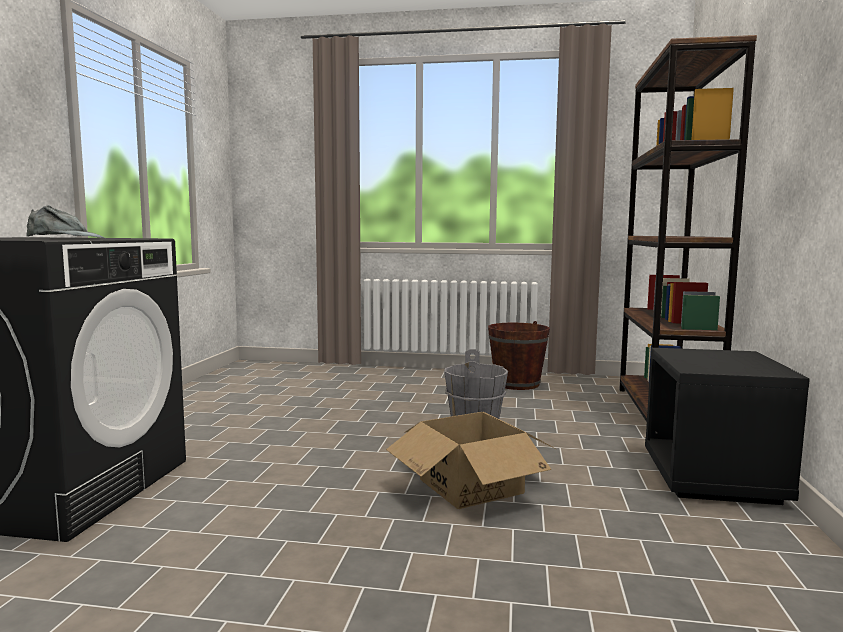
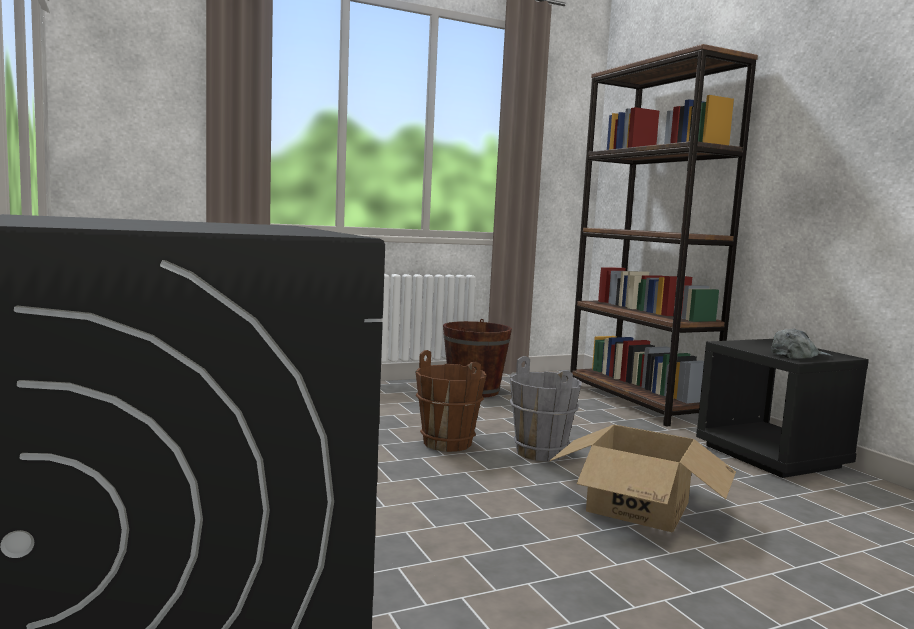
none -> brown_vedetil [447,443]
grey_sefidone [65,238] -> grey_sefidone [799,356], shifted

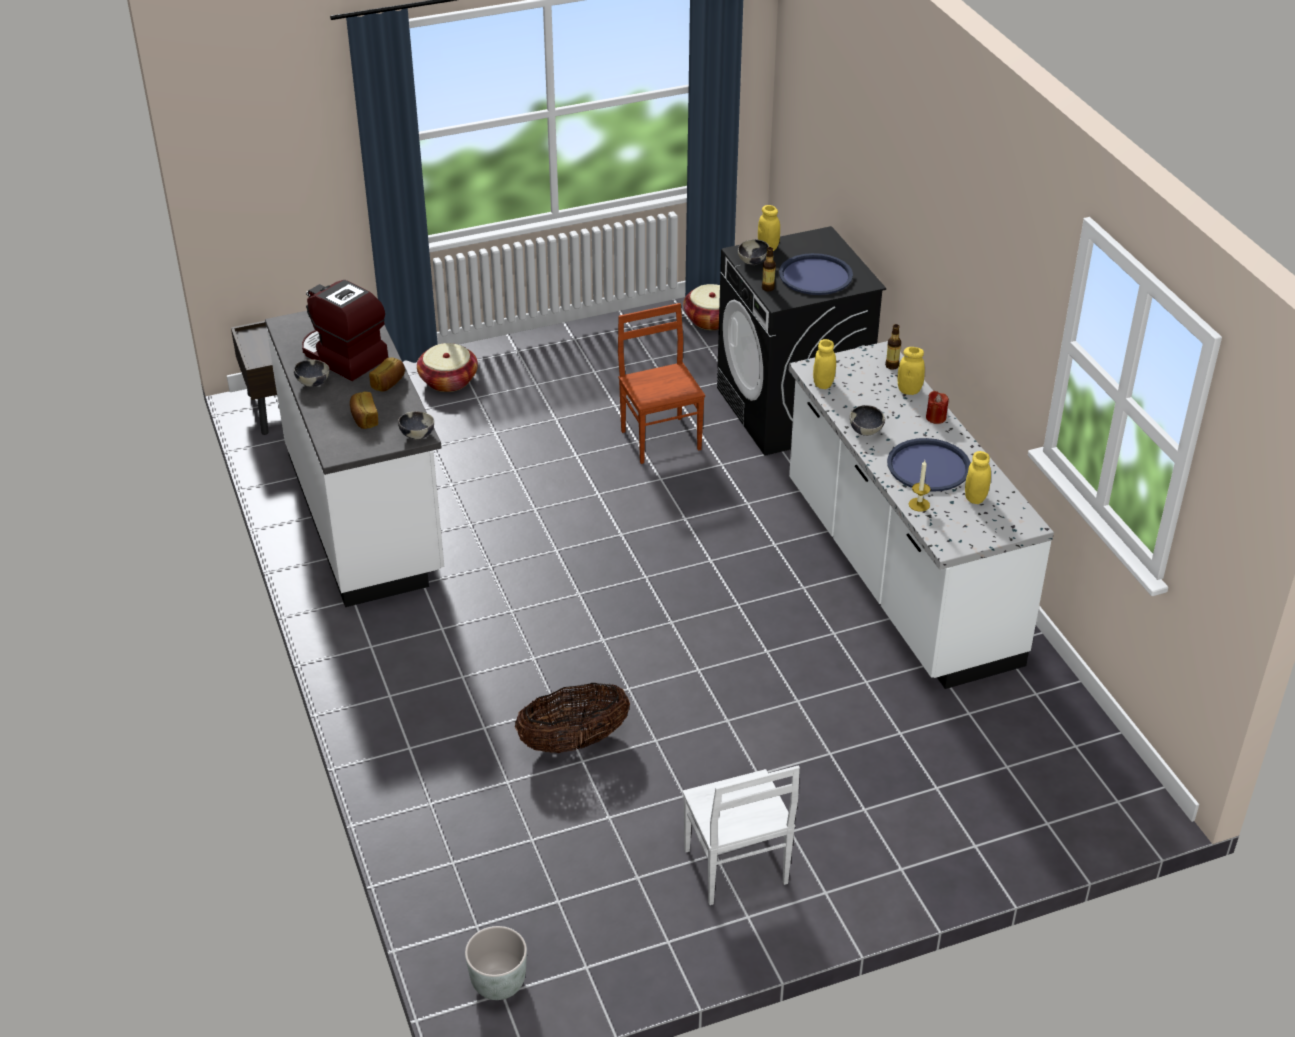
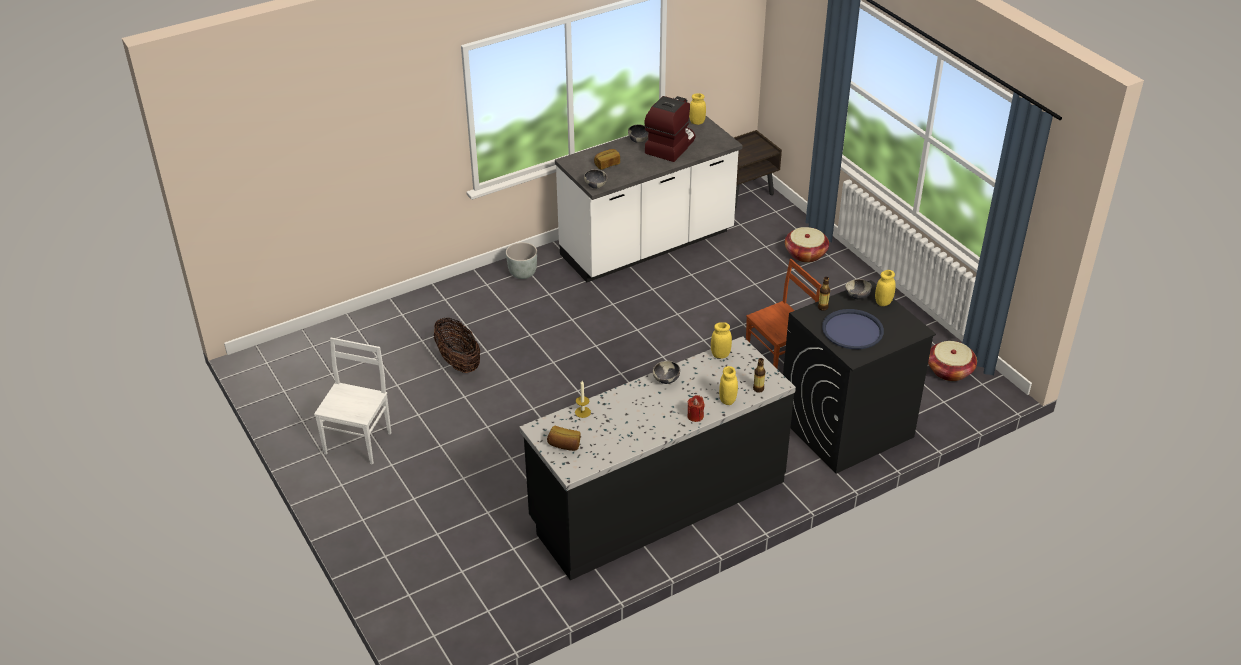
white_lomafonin [734,868] -> white_lomafonin [359,442], 135 degrees clockwise
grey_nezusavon [498,984] -> grey_nezusavon [522,273], shifted
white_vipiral [898,575] -> black_vipiral [657,501]
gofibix [389,383] -> gofibix [564,445], shifted
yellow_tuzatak [975,498] -> yellow_tuzatak [697,122], shifted
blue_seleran [928,466] -> none

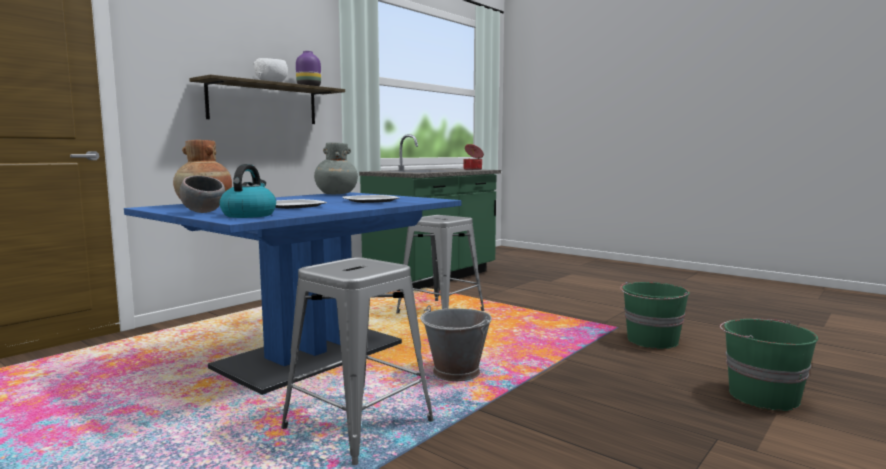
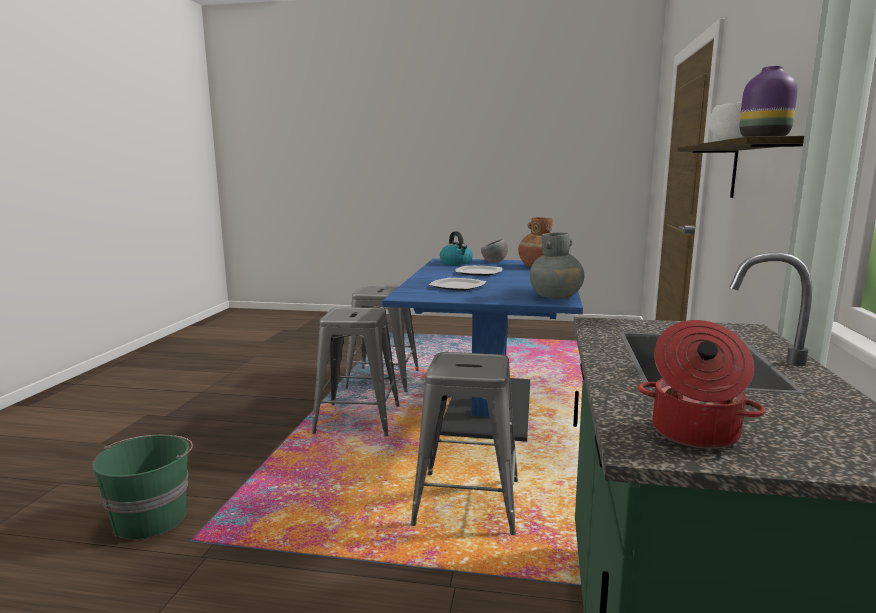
grey_vedetil [456,373] -> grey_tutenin [358,419]
green_vedetil [761,396] -> none

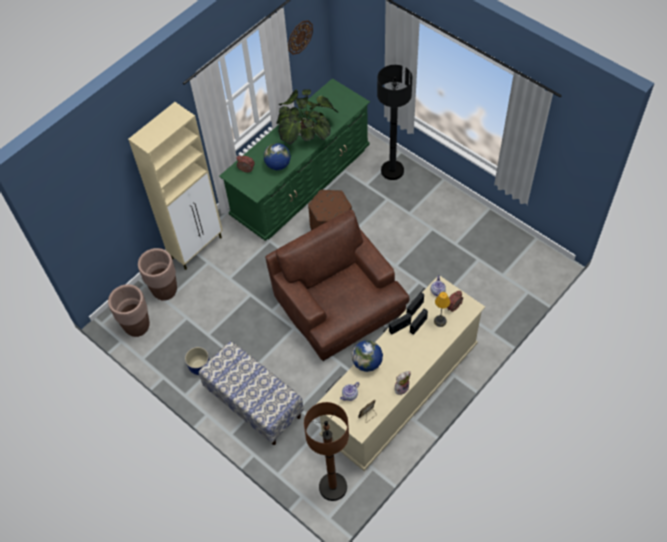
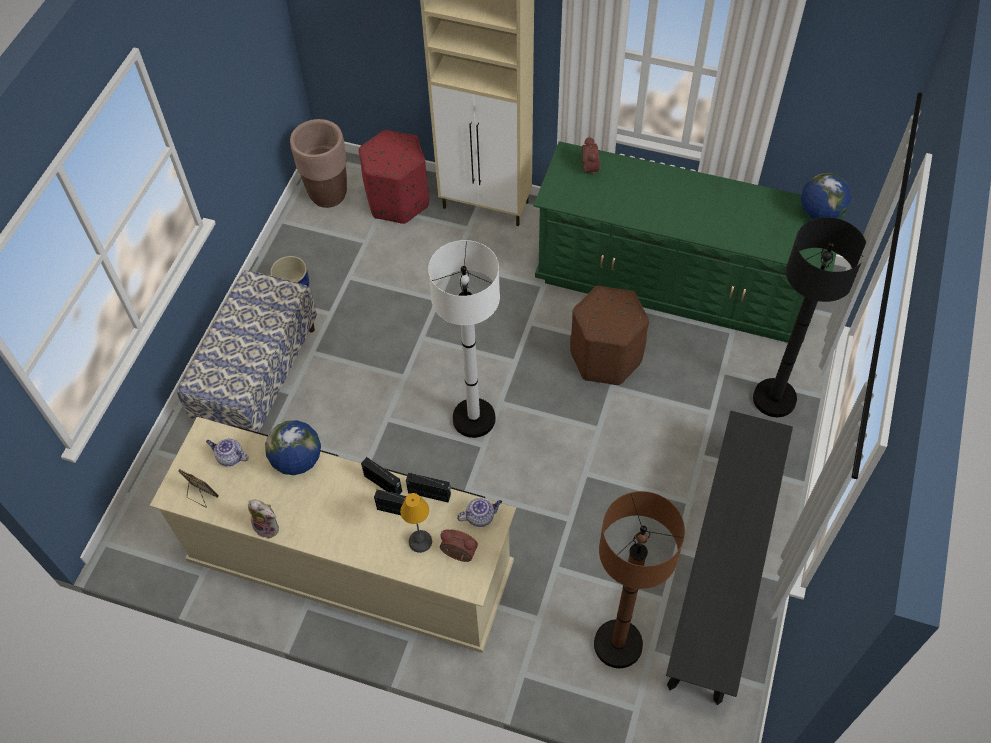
brown_nezusavon [165,291] -> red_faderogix [398,200]
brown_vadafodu [338,303] -> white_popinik [474,418]
brown_popinik [333,487] -> brown_popinik [618,644], shifted
none -> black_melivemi [722,572]
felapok [278,165] -> felapok [820,213], shifted
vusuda [306,131] -> none
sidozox [300,37] -> none

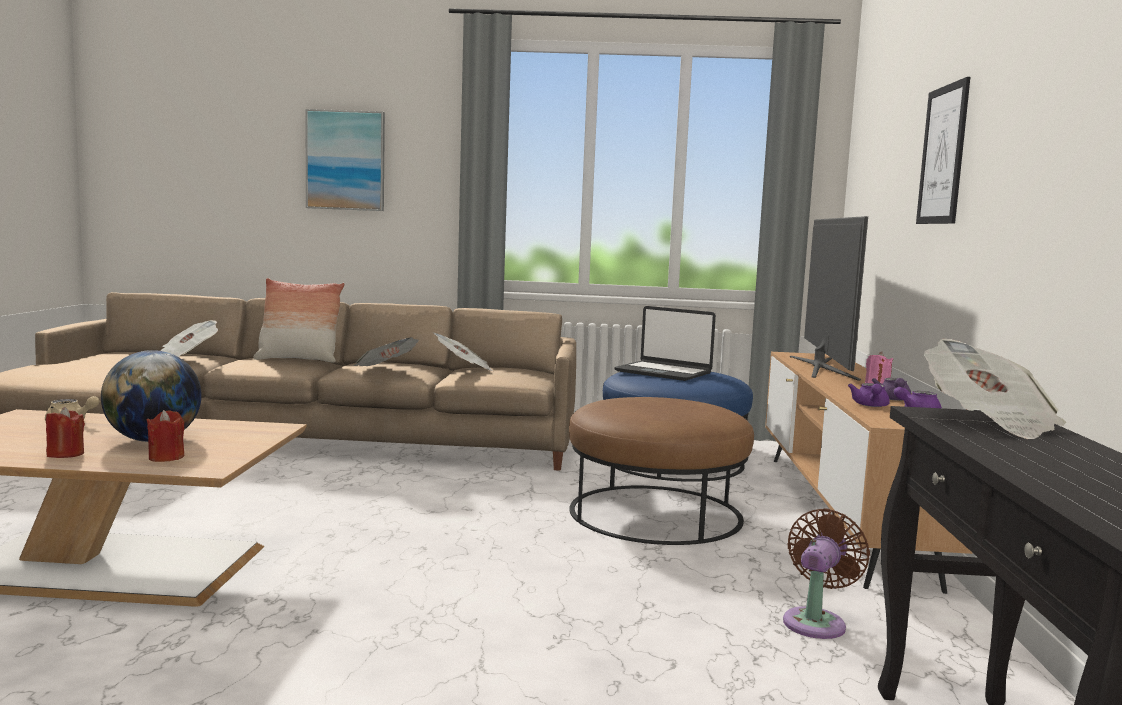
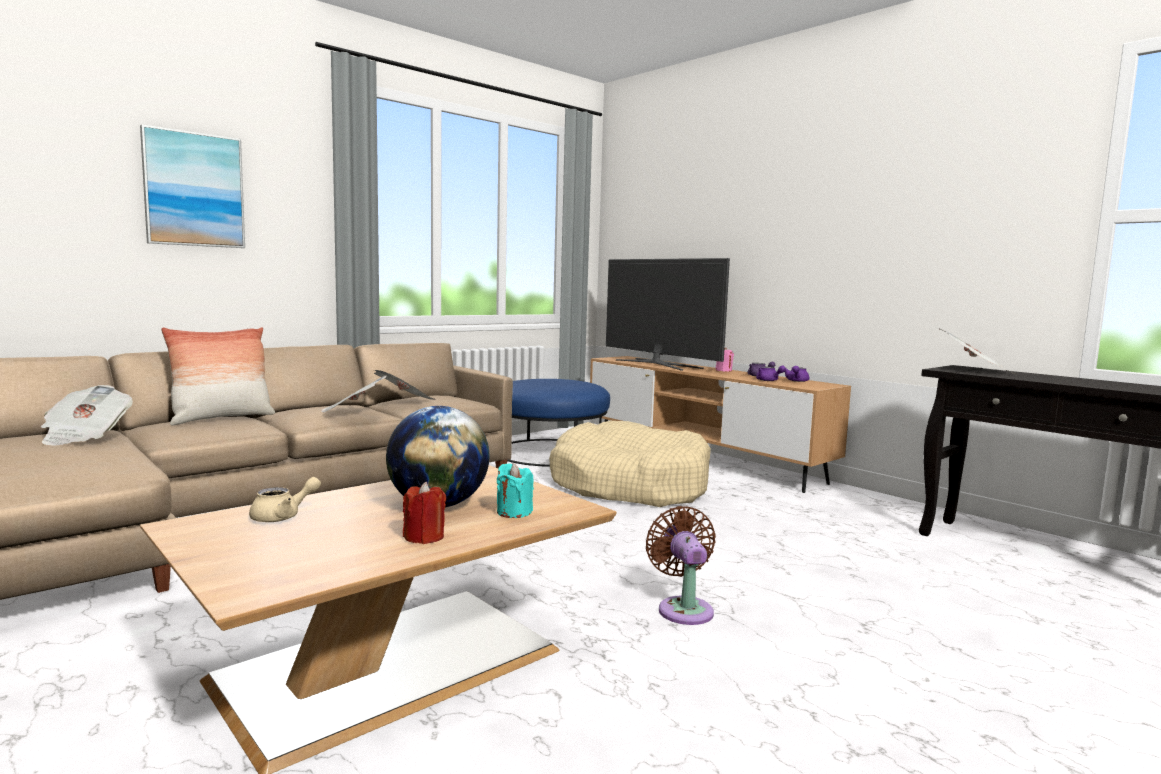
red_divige [166,457] -> turquoise_divige [514,512]
brown_faderogix [656,513] -> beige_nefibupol [629,485]
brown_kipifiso [816,621] -> brown_kipifiso [683,608], shifted
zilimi [663,372] -> none
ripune [943,155] -> none

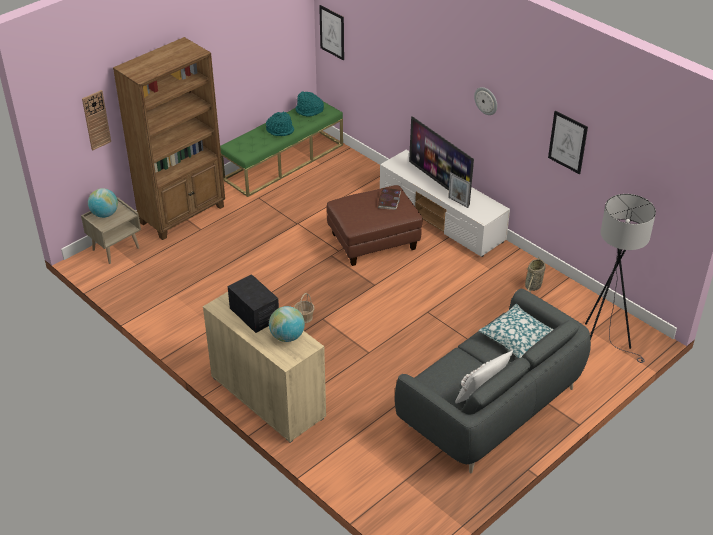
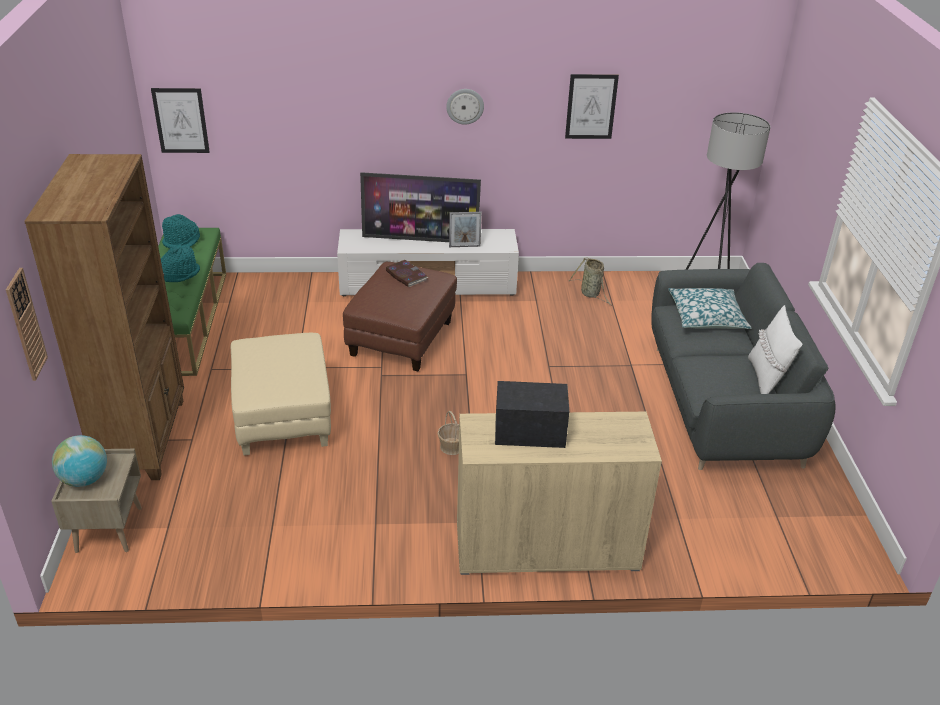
none -> beige_faderogix [283,418]
felapok [287,336] -> none

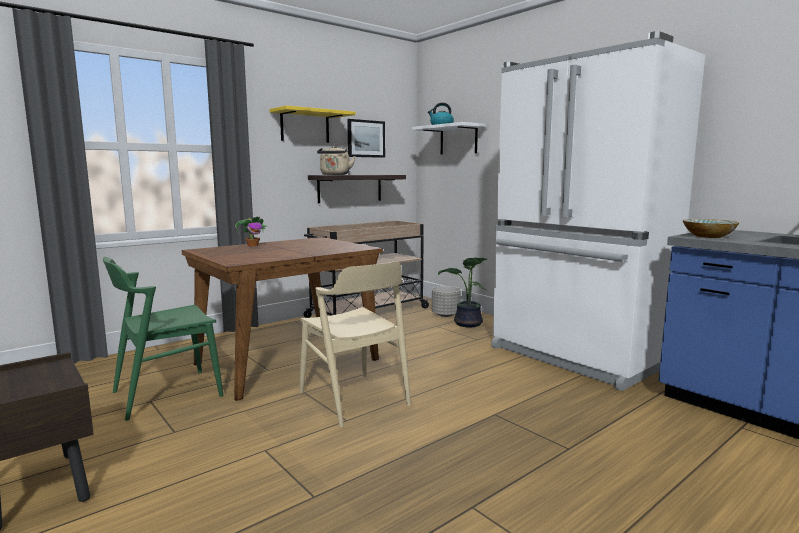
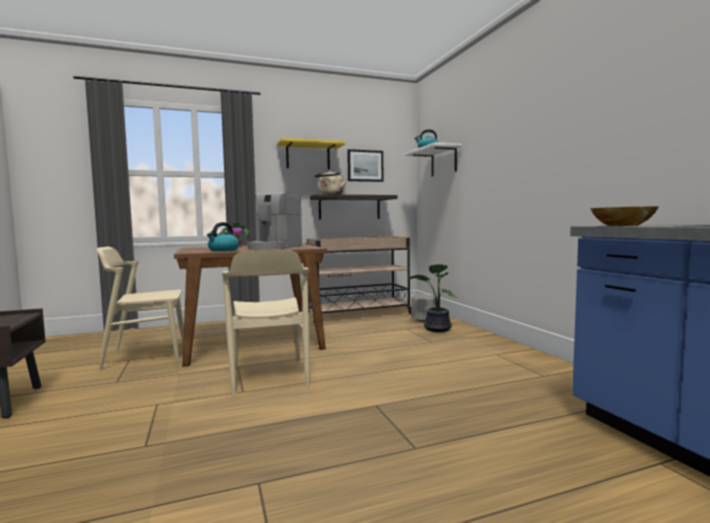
green_lomafonin [167,394] -> beige_lomafonin [145,356]
none -> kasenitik [223,250]
none -> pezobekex [274,247]
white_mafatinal [575,357] -> none

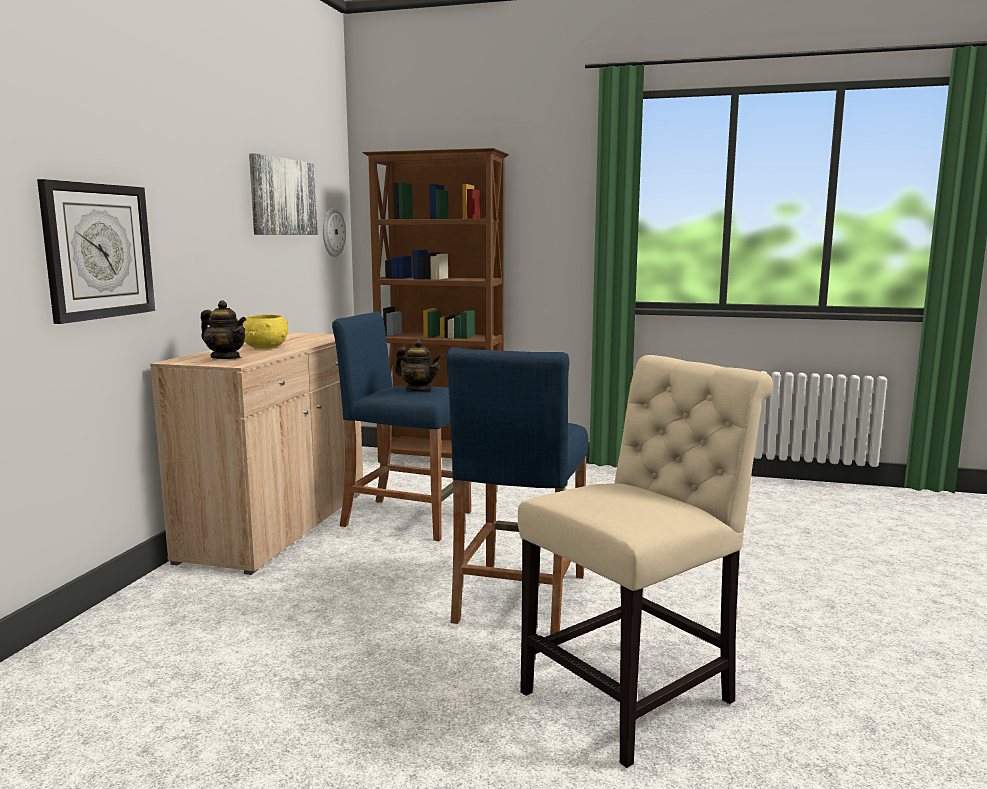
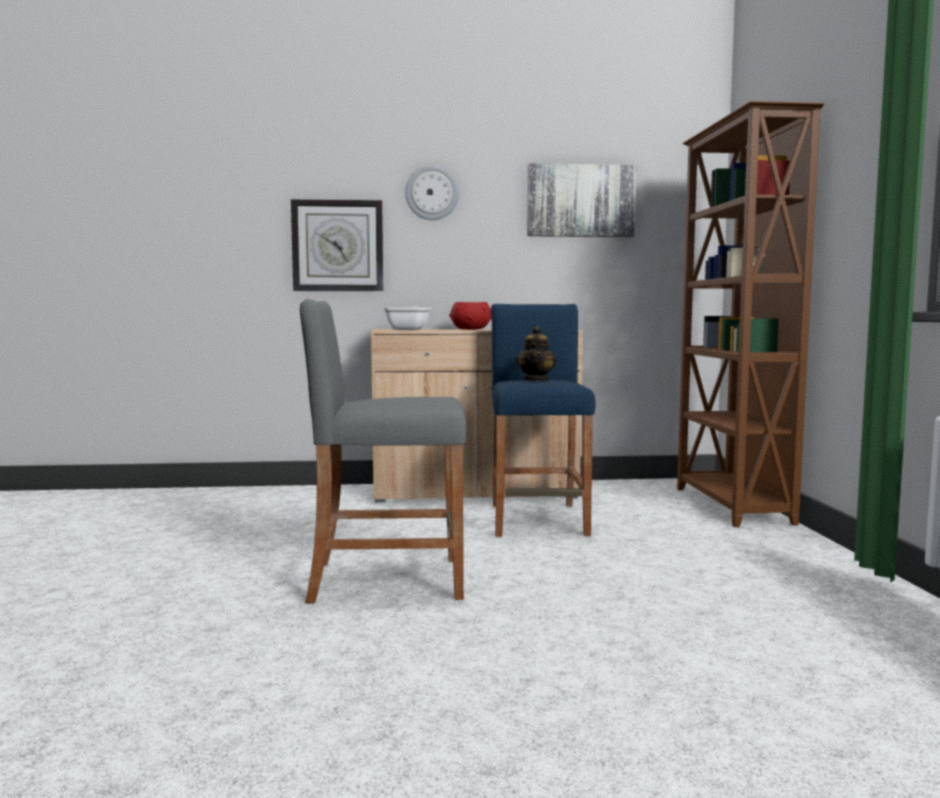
blue_tutenin [519,597] -> grey_tutenin [386,580]
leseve [226,358] -> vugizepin [410,329]
sidozox [332,232] -> sidozox [432,193], shifted
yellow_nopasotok [264,347] -> red_nopasotok [470,329]
beige_lomafonin [636,694] -> none

